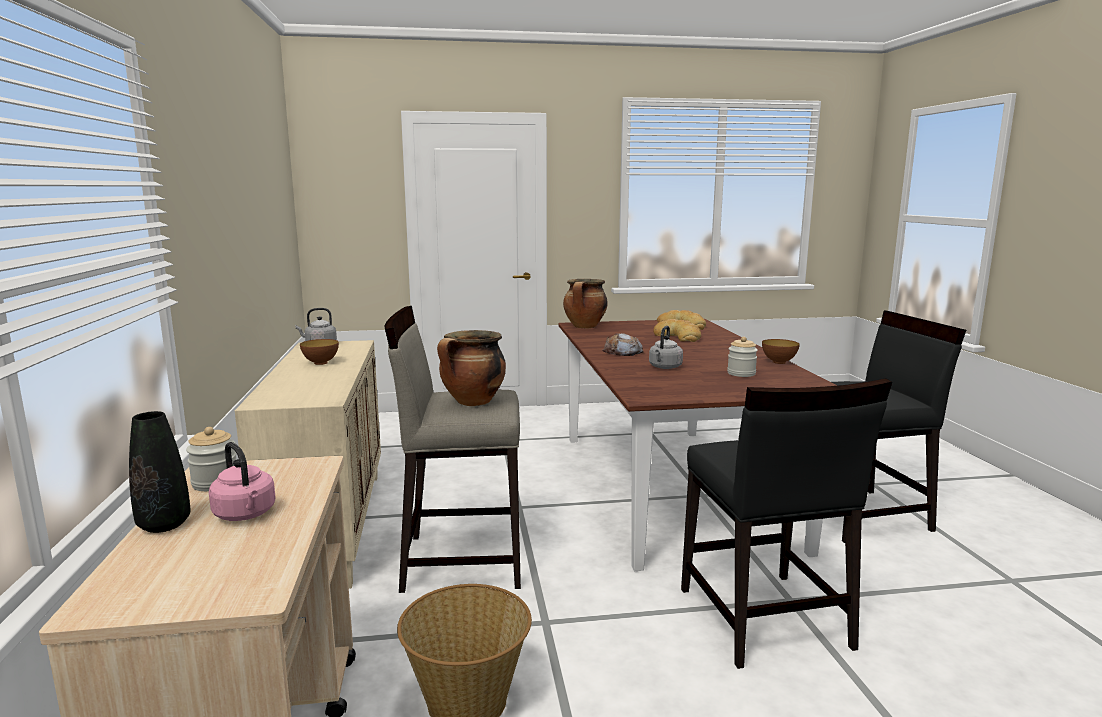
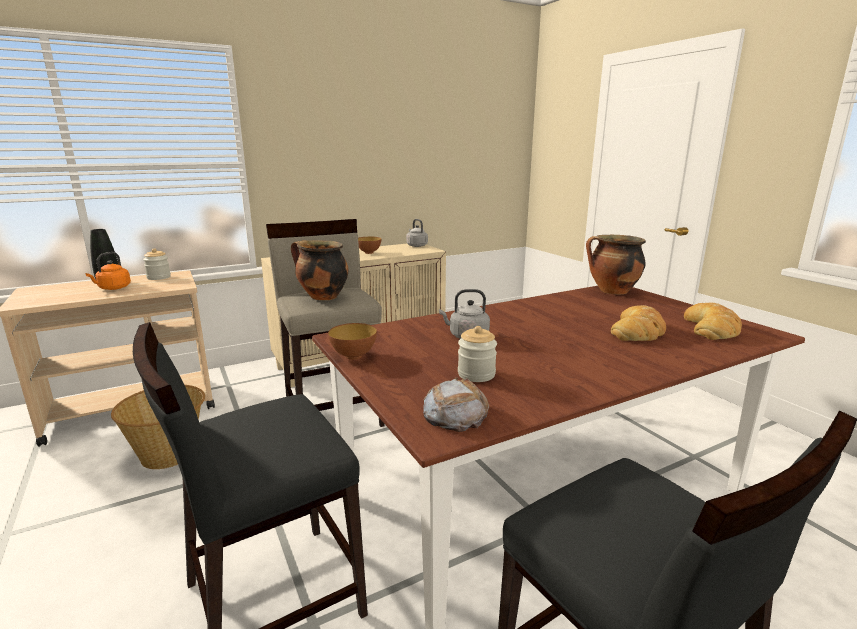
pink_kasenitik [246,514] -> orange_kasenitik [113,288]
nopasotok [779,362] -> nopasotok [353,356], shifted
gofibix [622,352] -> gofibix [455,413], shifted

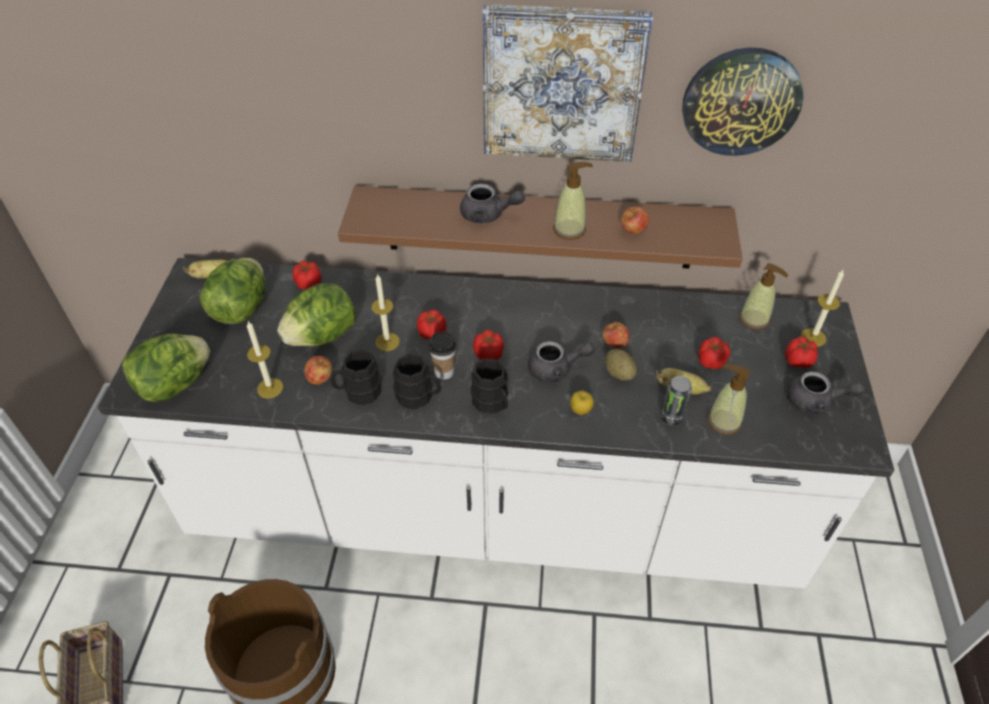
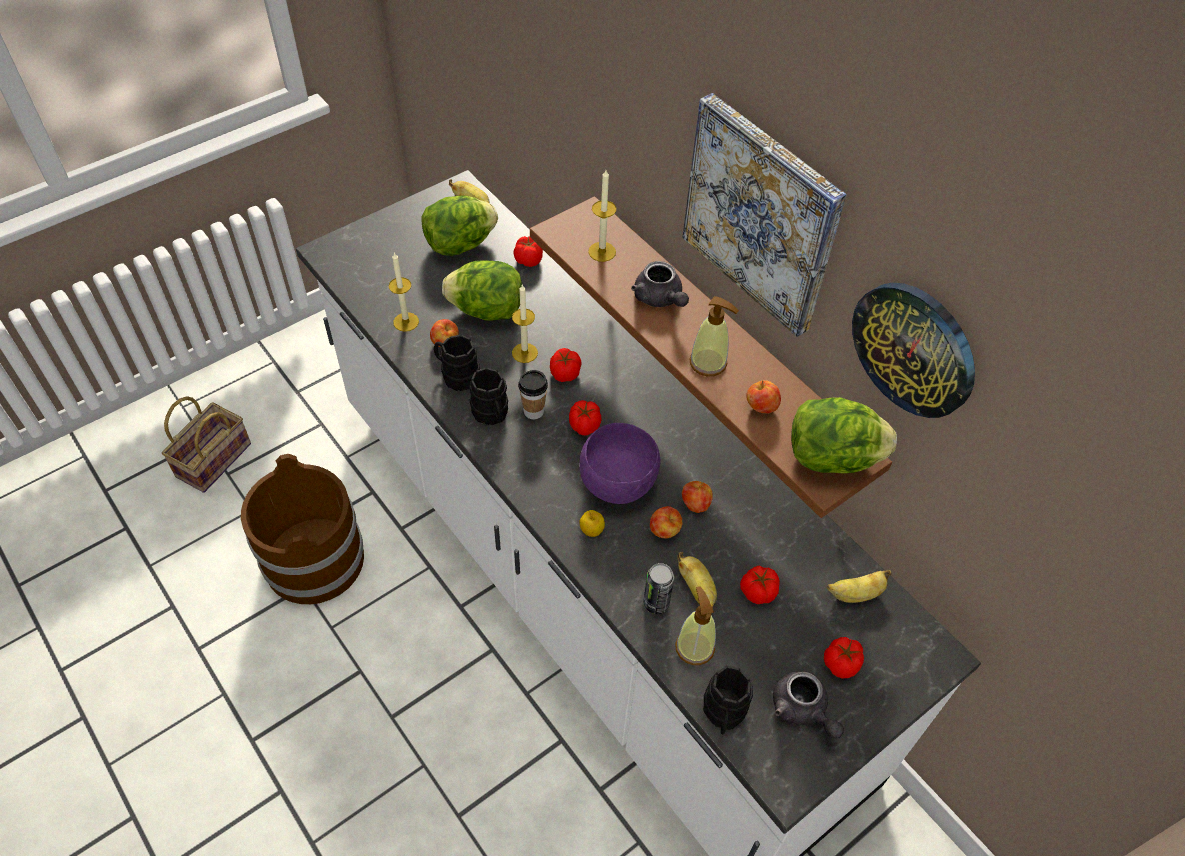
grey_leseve [556,369] -> purple_nopasotok [619,483]
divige [813,337] -> divige [602,251], shifted
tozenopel [619,373] -> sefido [664,531]
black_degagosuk [492,404] -> black_degagosuk [723,714], shifted
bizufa [174,384] -> bizufa [831,457], shifted
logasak [754,319] -> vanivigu [855,594]

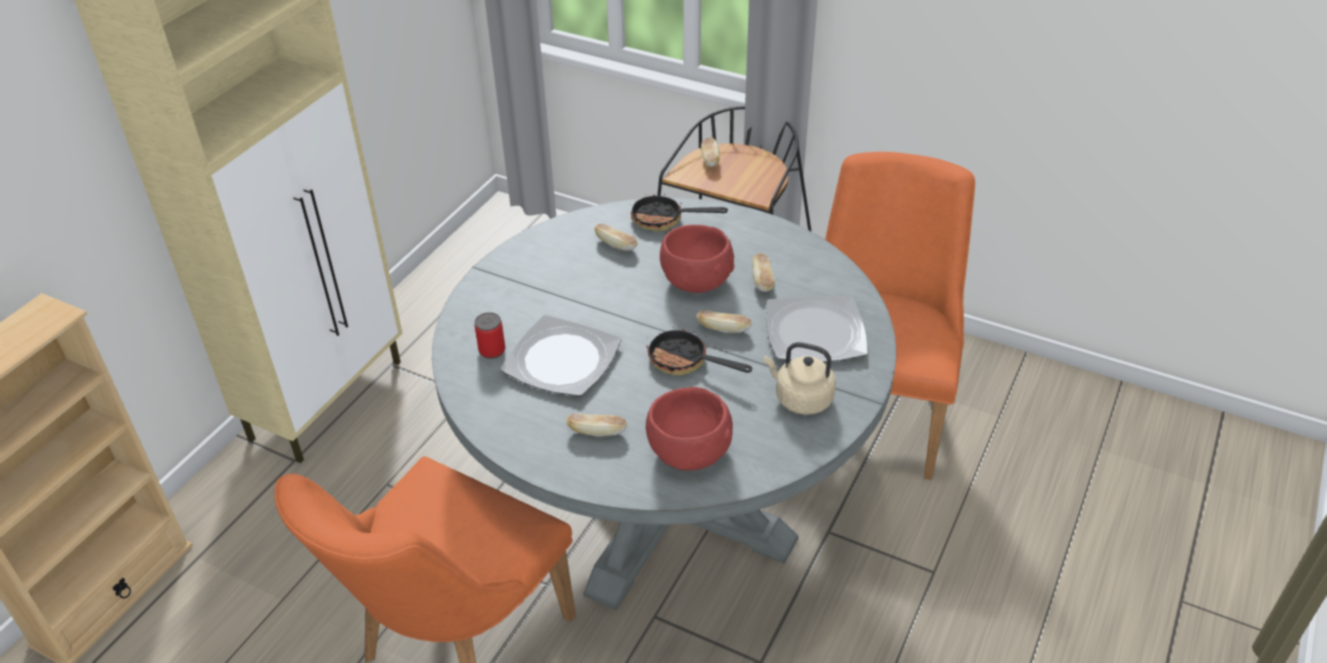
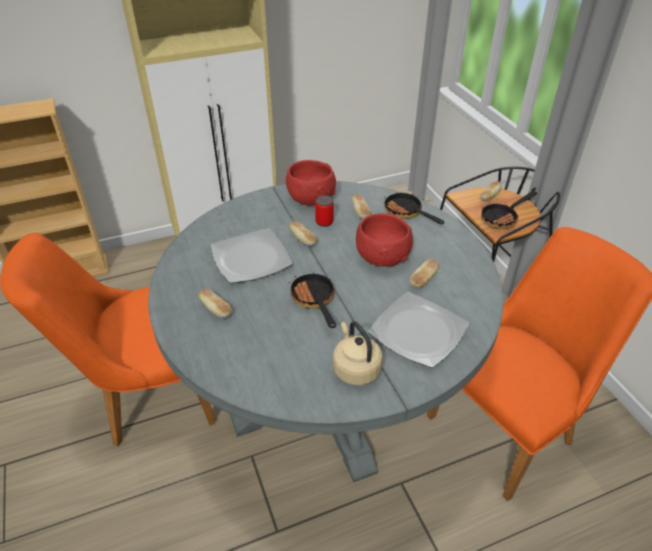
red_nopasotok [688,450] -> red_nopasotok [311,197], shifted
gofibix [723,329] -> gofibix [303,239], shifted
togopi [492,350] -> togopi [324,222], shifted
none -> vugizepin [502,218]

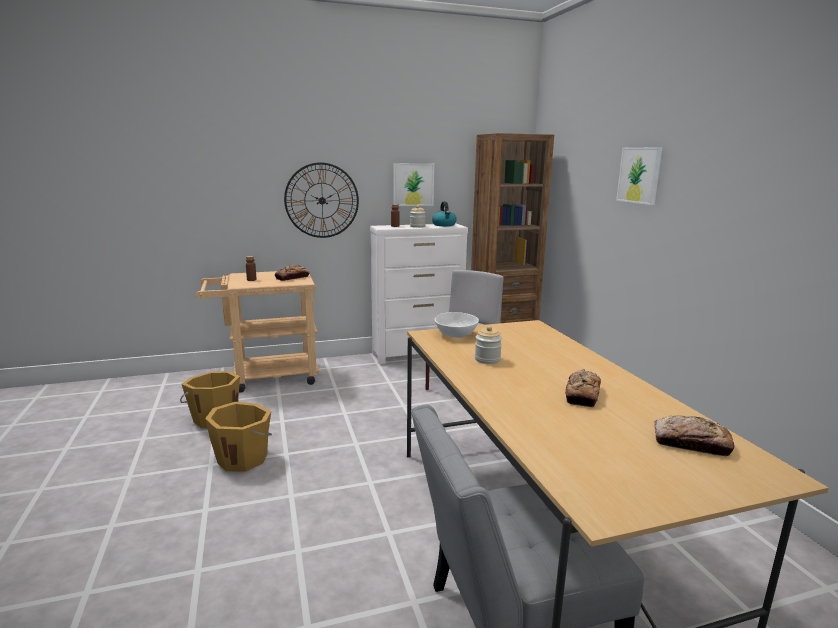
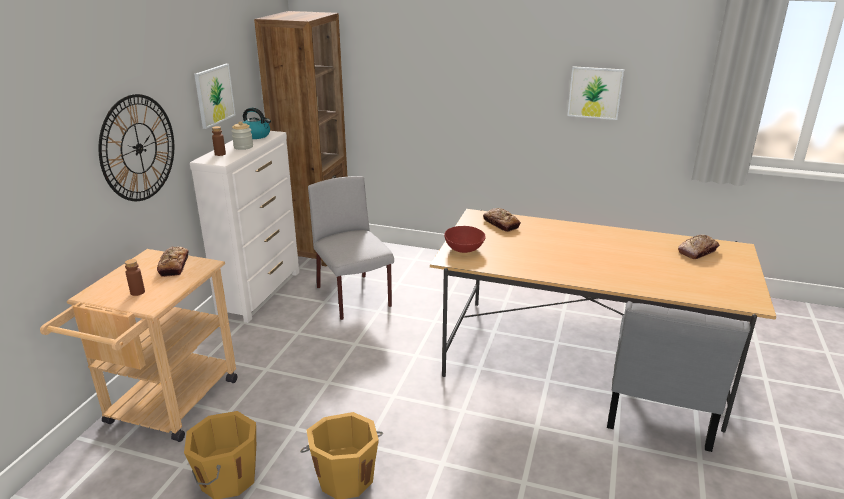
white_nopasotok [456,335] -> red_nopasotok [464,248]
gofibix [582,394] -> gofibix [501,224], shifted
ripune [639,175] -> ripune [595,92], shifted
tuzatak [487,359] -> none

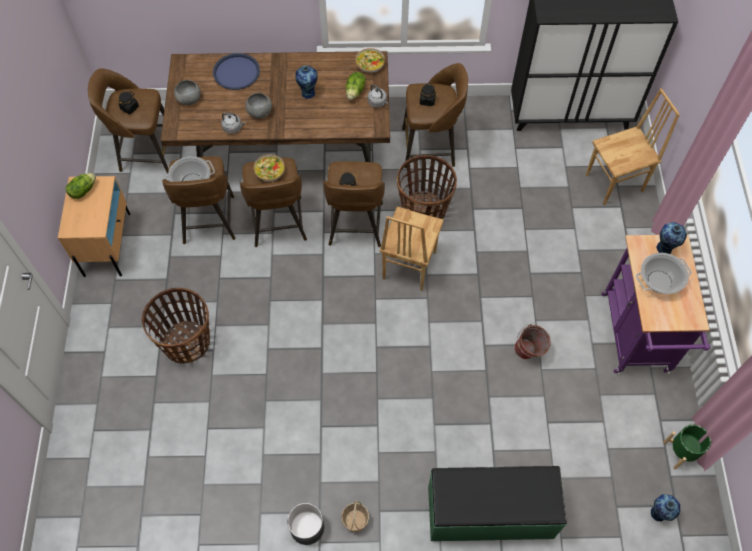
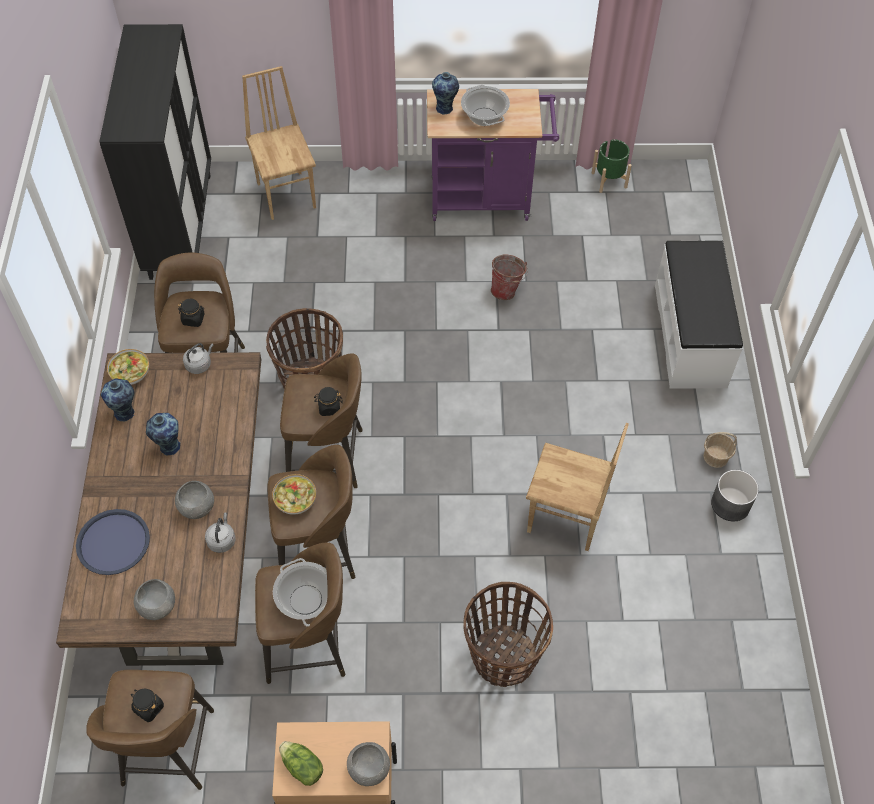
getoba [658,514] -> getoba [125,413], shifted
none -> grey_nopasotok [369,768]
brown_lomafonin [408,265] -> brown_lomafonin [565,519], shifted
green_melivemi [490,513] -> white_melivemi [691,335]
bizufa [355,91] -> none

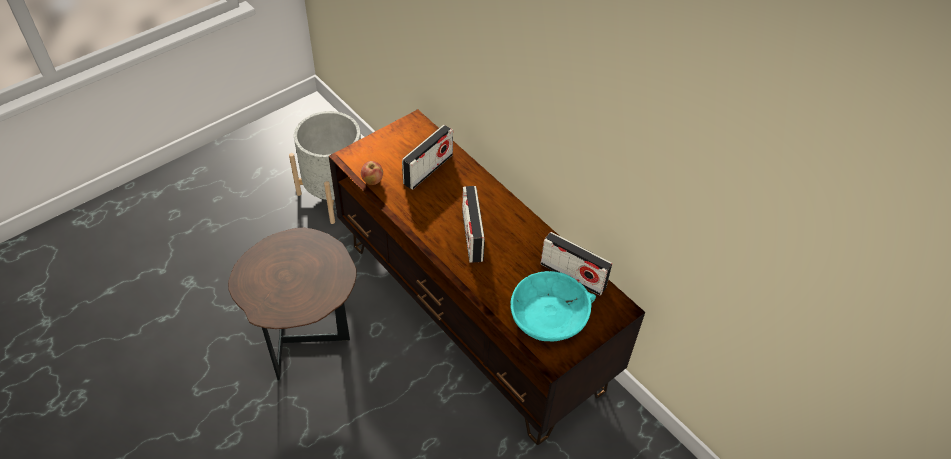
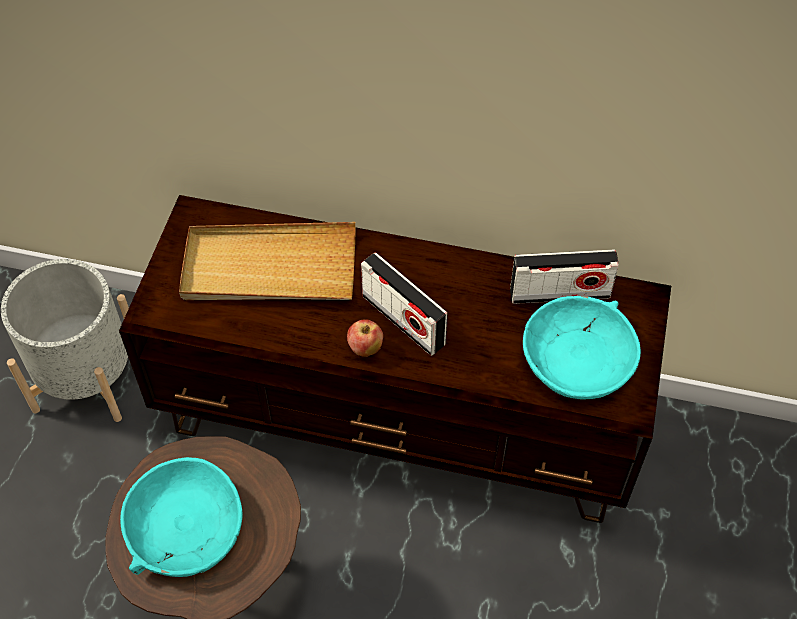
none -> turquoise_nopasotok [185,528]
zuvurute [428,169] -> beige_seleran [269,268]
sefido [372,181] -> sefido [365,348], shifted

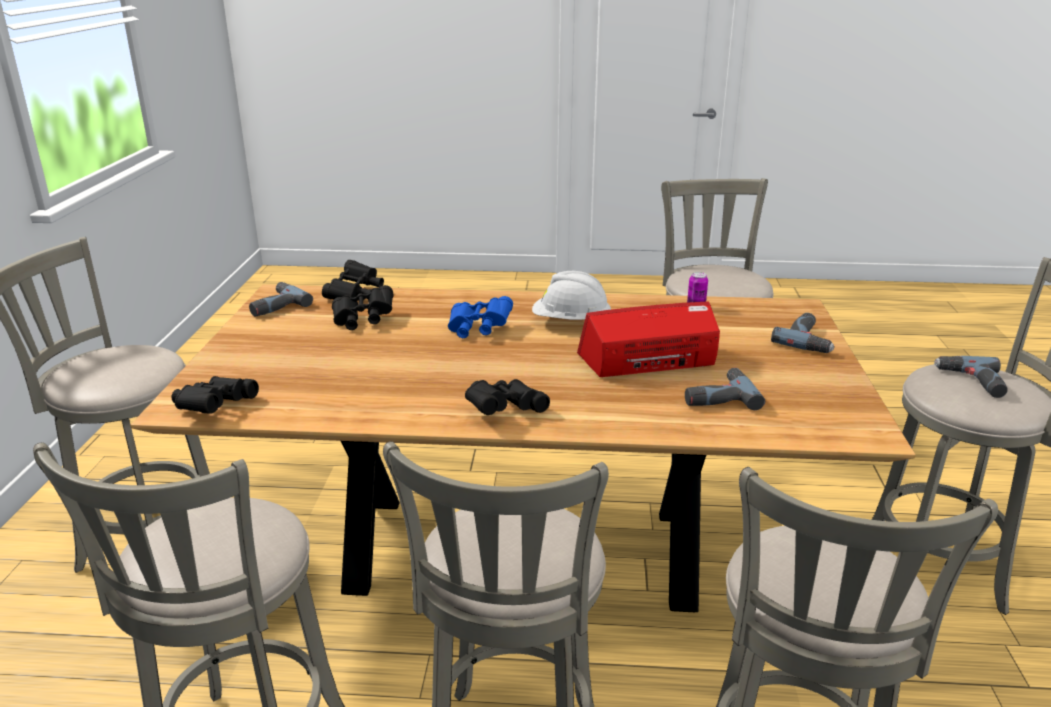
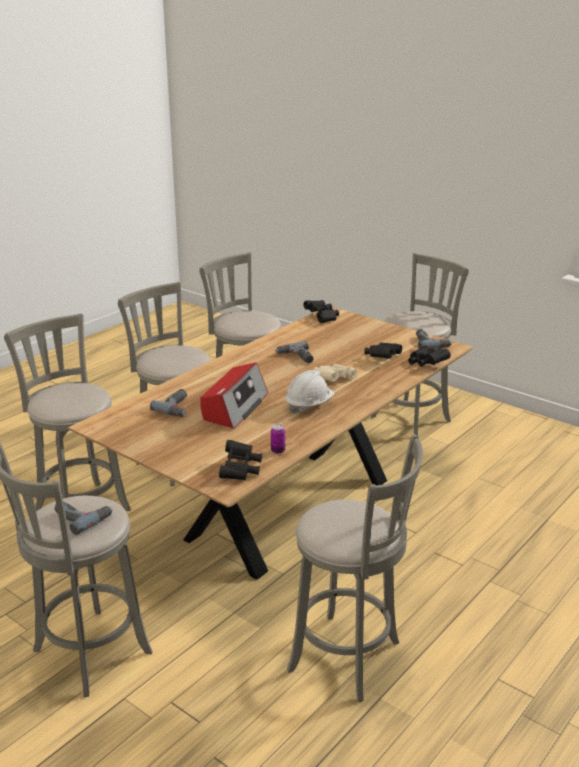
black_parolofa [503,410] -> black_parolofa [240,470], shifted
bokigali [809,340] -> bokigali [296,357], shifted
blue_parolofa [478,329] -> beige_parolofa [332,380]

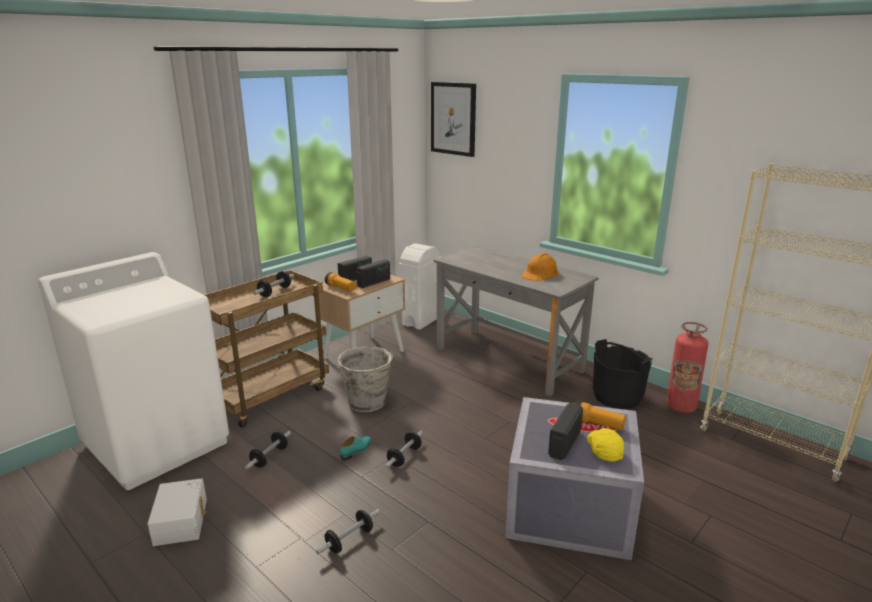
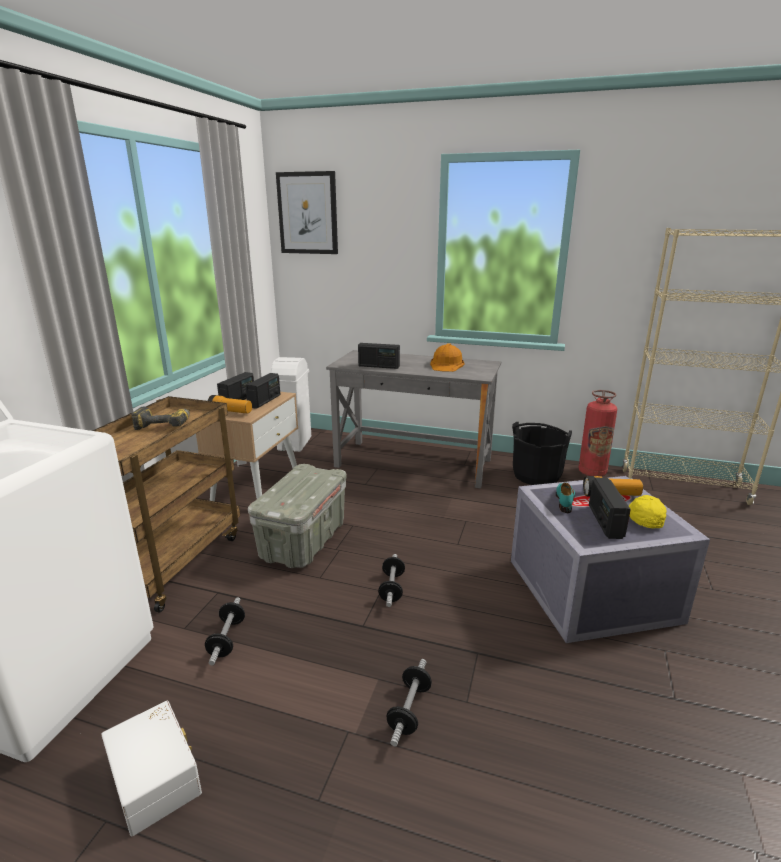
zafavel [275,292] -> bokigali [166,424]
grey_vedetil [368,403] -> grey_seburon [303,540]
none -> zuvurute [378,366]
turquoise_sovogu [356,450] -> turquoise_sovogu [564,500], shifted
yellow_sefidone [604,450] -> yellow_sefidone [644,518], 45 degrees clockwise

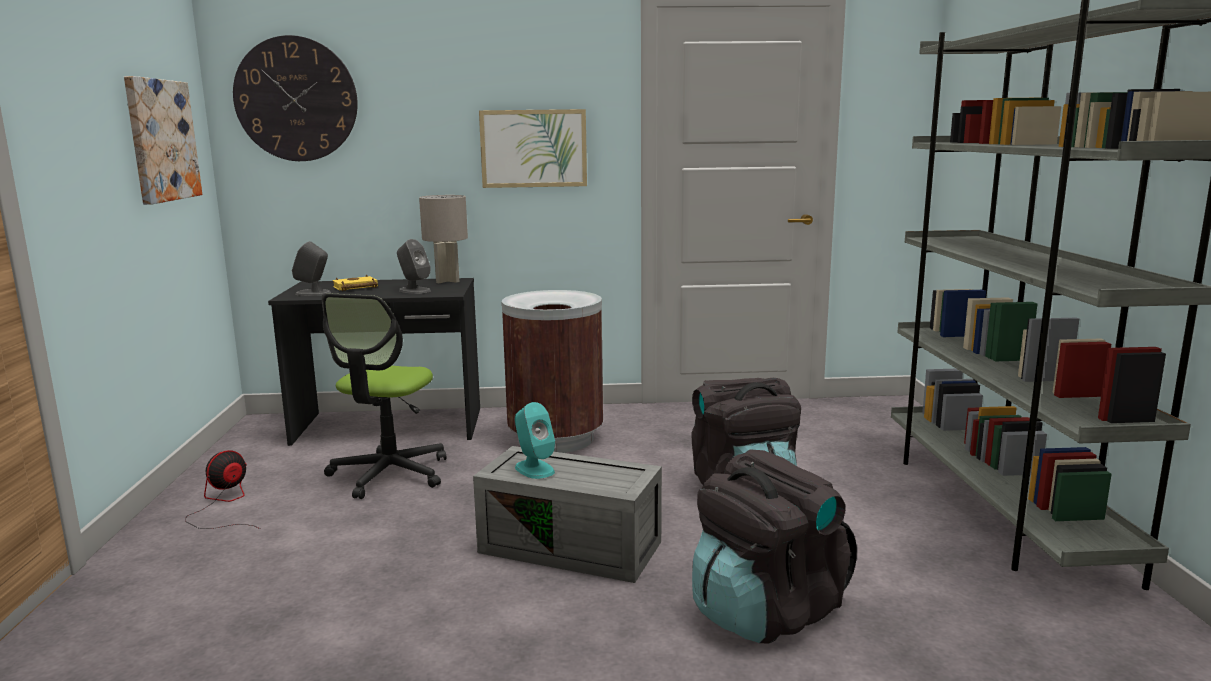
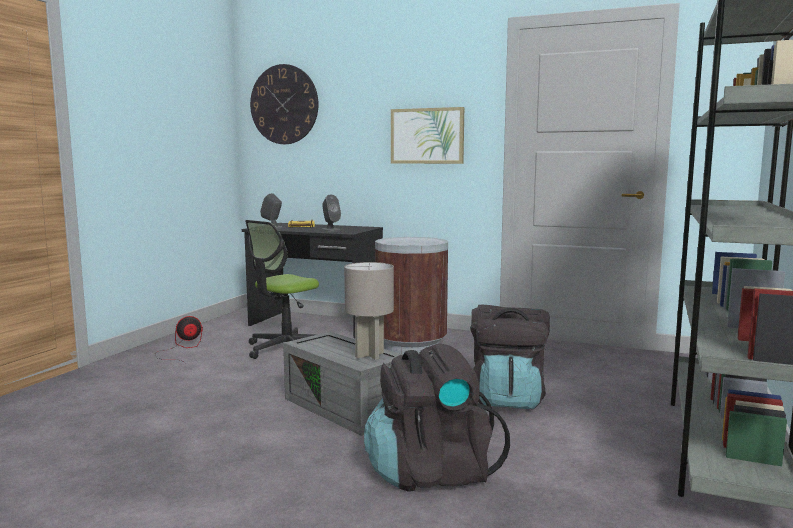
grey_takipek [448,281] -> grey_takipek [370,355], shifted
ripune [161,140] -> none
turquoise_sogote [534,469] -> none

